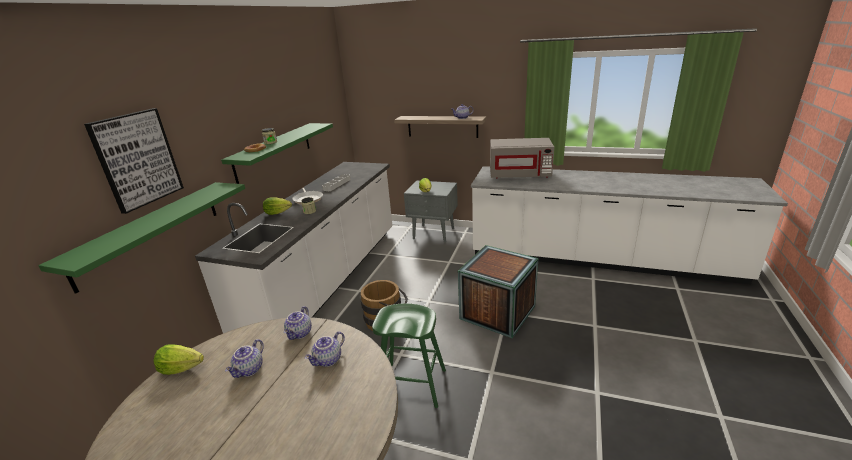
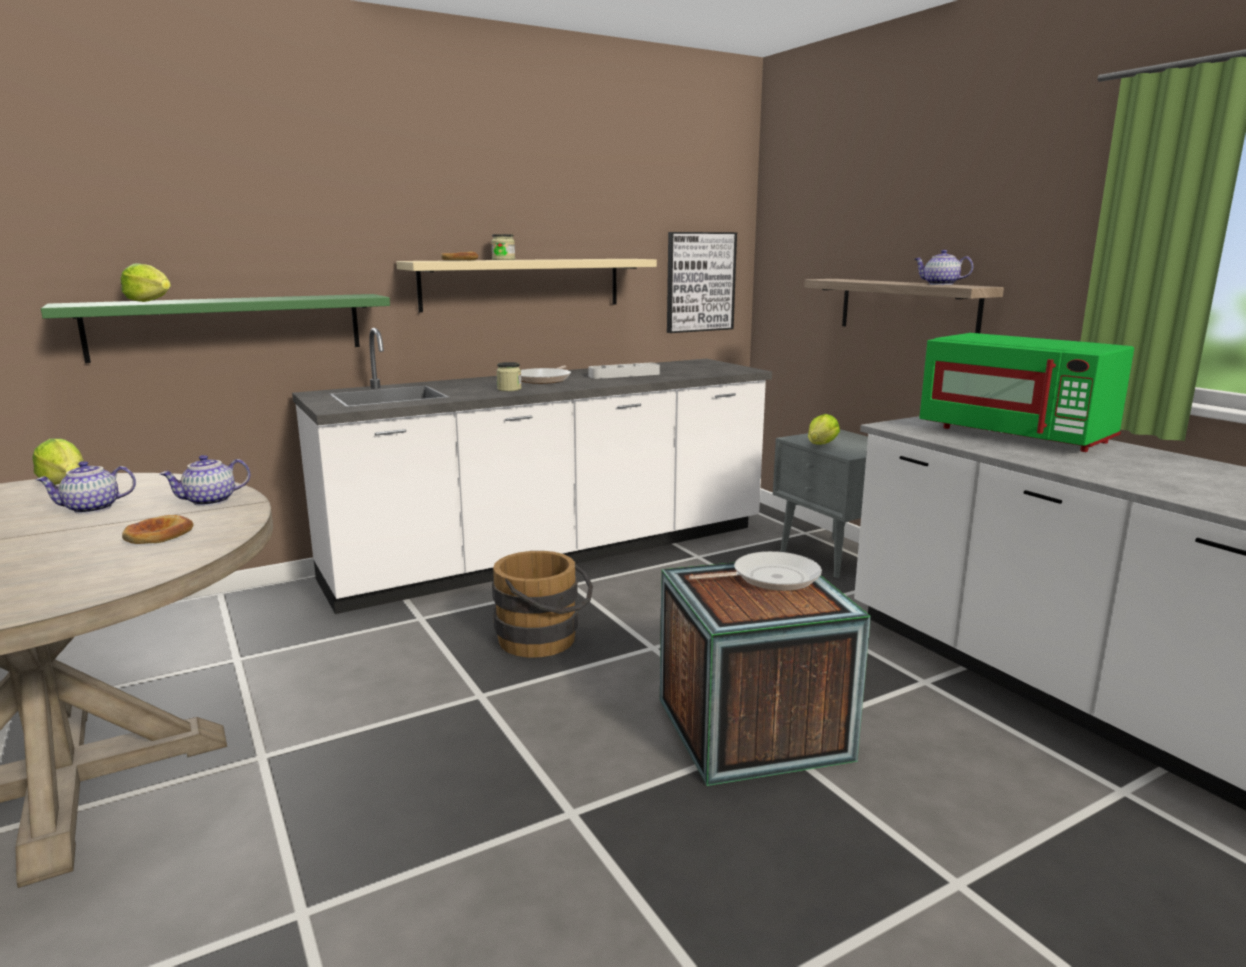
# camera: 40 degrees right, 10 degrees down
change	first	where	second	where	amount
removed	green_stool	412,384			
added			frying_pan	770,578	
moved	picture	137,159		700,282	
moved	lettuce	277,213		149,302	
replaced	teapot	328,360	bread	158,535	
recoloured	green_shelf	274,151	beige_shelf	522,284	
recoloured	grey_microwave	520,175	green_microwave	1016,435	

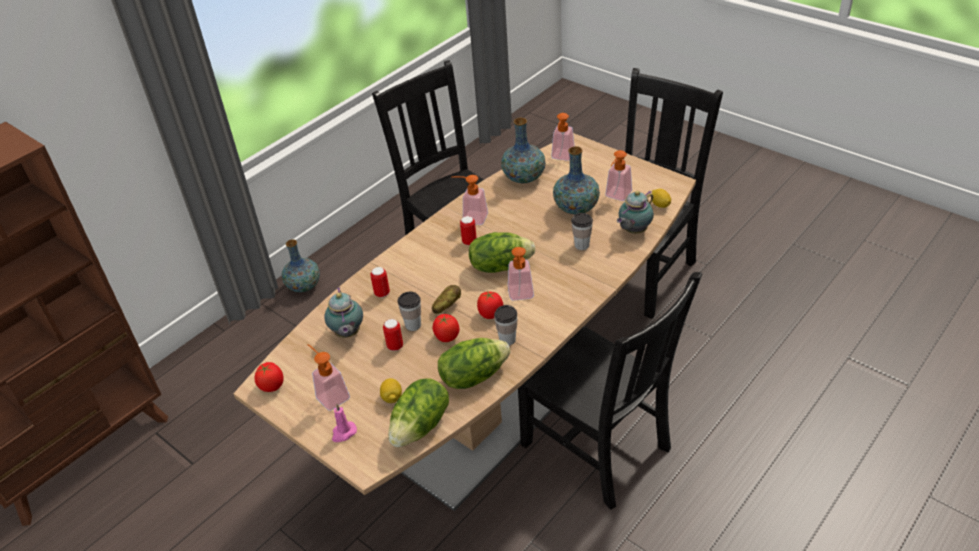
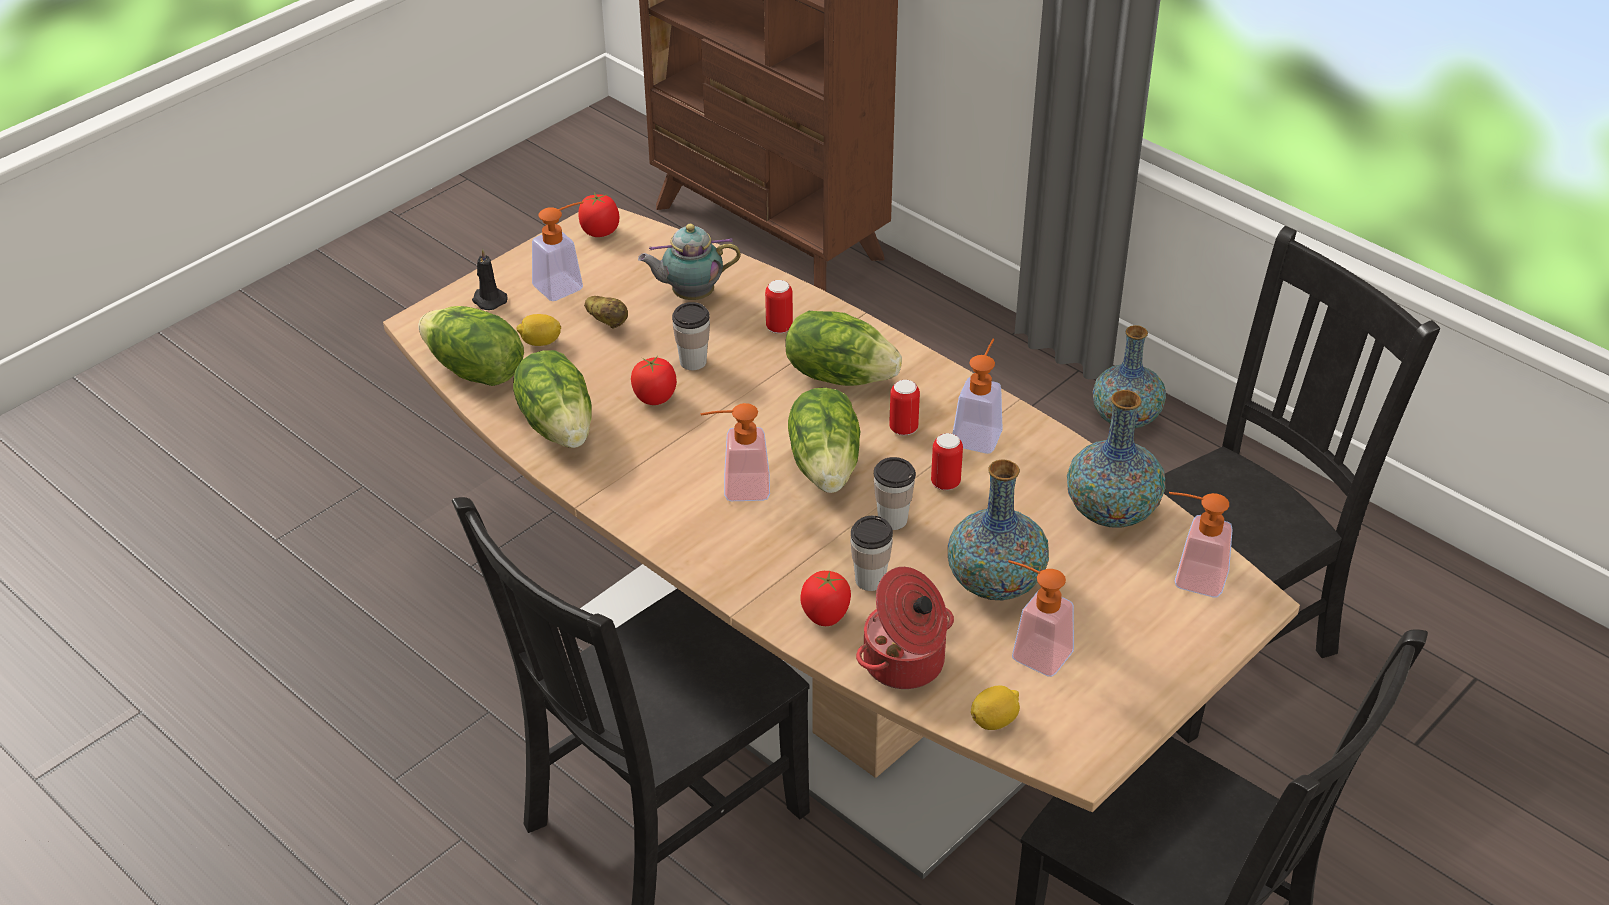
# camera: 90 degrees right, 0 degrees up
change	first	where	second	where	amount
added			lettuce	839,375	
moved	can	395,346		945,483	
moved	potato	446,306		607,322	
moved	tomato	491,314		825,615	
moved	cup	507,339		892,520	
replaced	teapot	633,231	cooking_pot	905,663	
recoloured	pink_candle	343,433	black_candle	488,300	

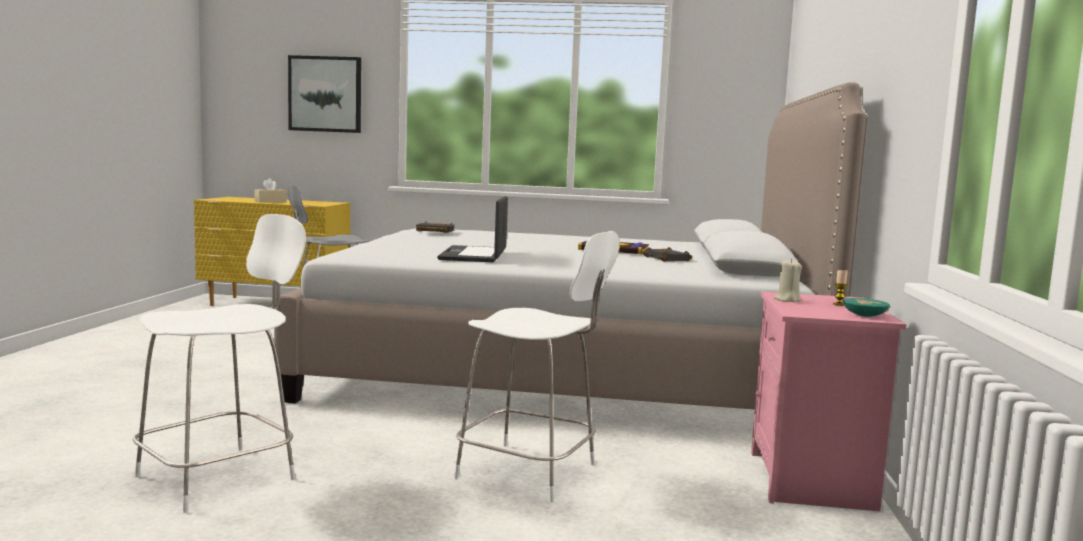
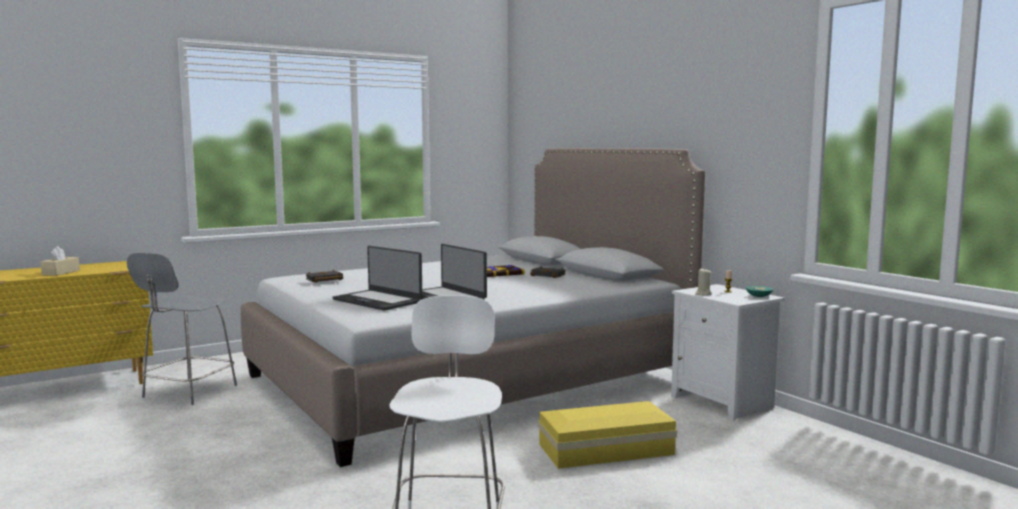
# camera: 40 degrees left, 0 degrees up
change	first	where	second	where	amount
removed	picture	325,94			
added			laptop	378,300	
replaced	white_chair	531,472	yellow_storage_box	608,449	
recoloured	pink_nightstand	813,481	white_nightstand	724,402	

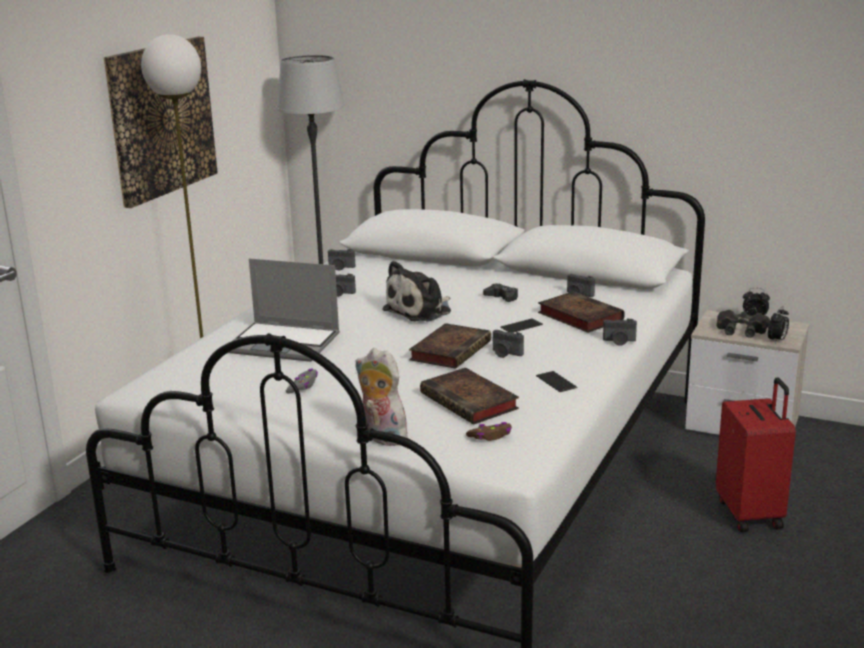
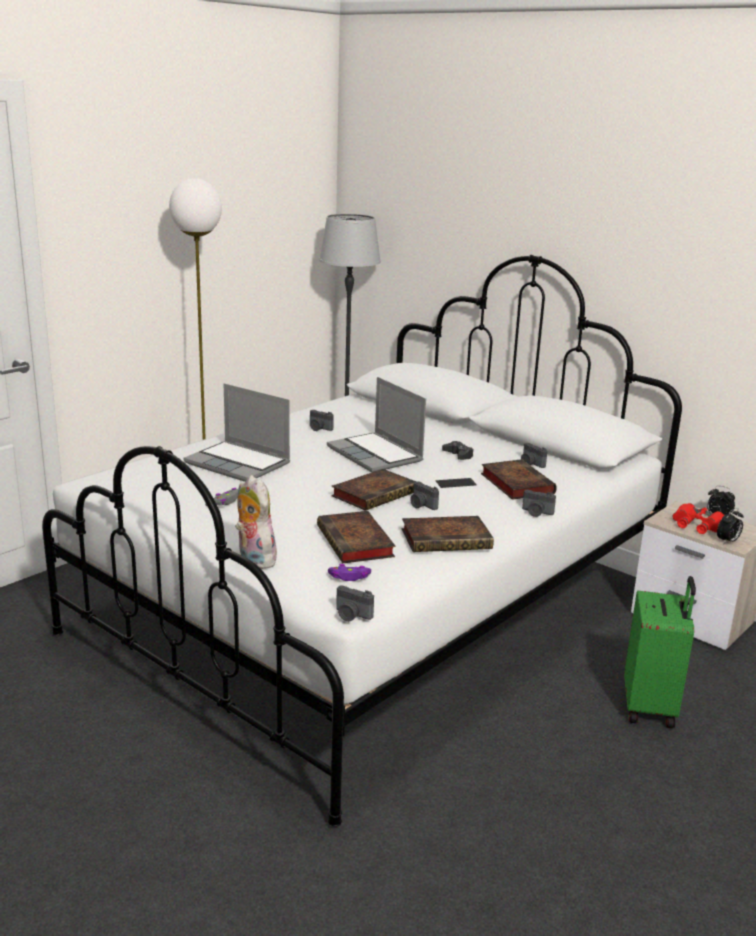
# camera: 15 degrees right, 0 degrees up
change	first	where	second	where	amount
removed	picture	161,119			
moved	photo_camera	340,267		351,615	
replaced	plush_toy	420,310	laptop	376,454	
replaced	phone	556,382	book	448,539	
recoloured	brown_game_controller	490,436	purple_game_controller	349,577	
recoloured	black_binoculars	741,329	red_binoculars	698,525	
recoloured	red_suitcase	751,514	green_suitcase	651,707	

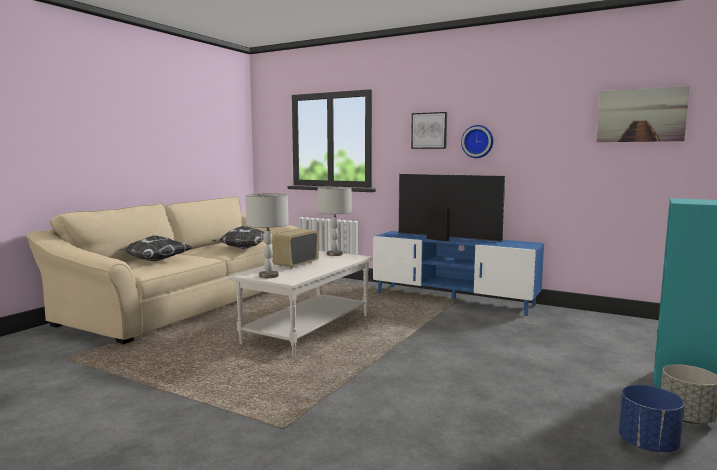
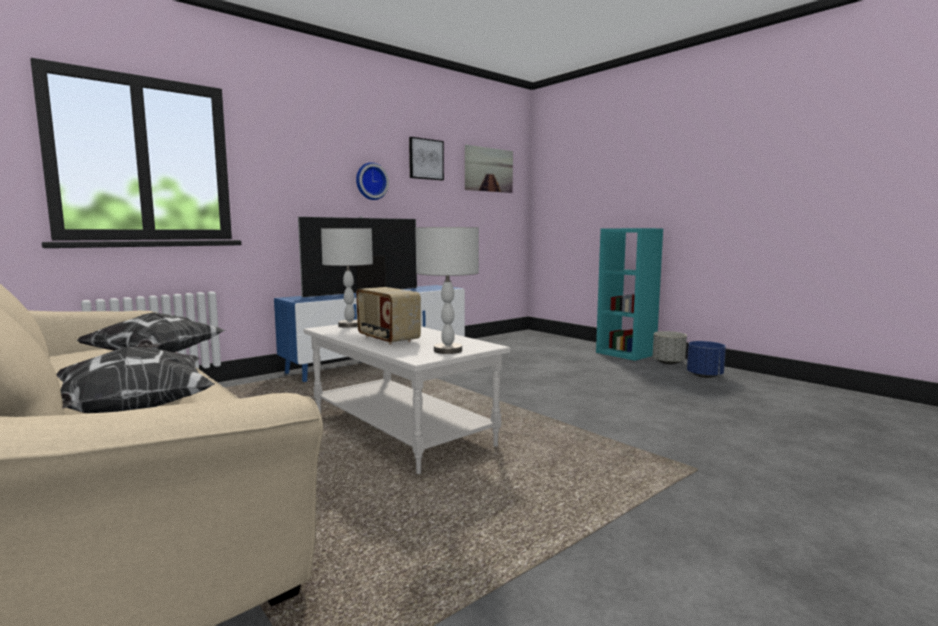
# camera: 70 degrees left, 0 degrees up
change	first	where	second	where	amount
moved	picture	429,130		425,159	

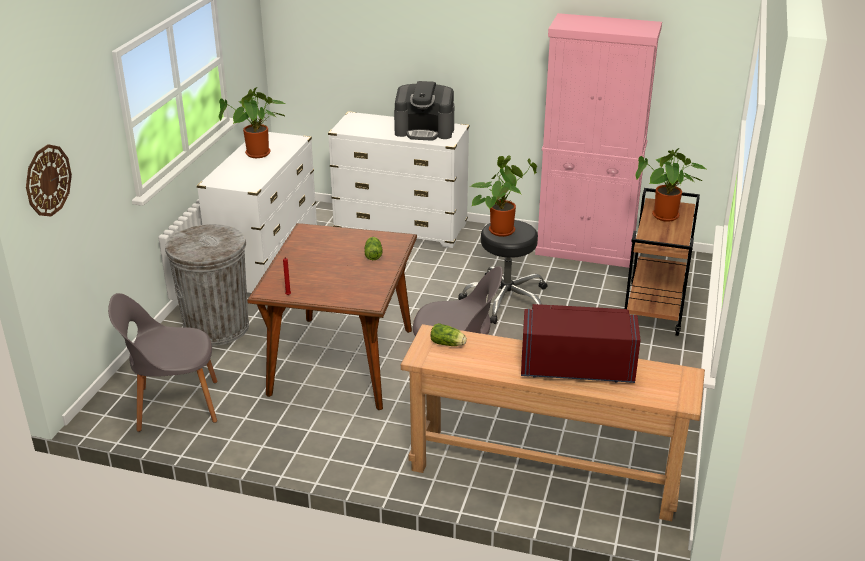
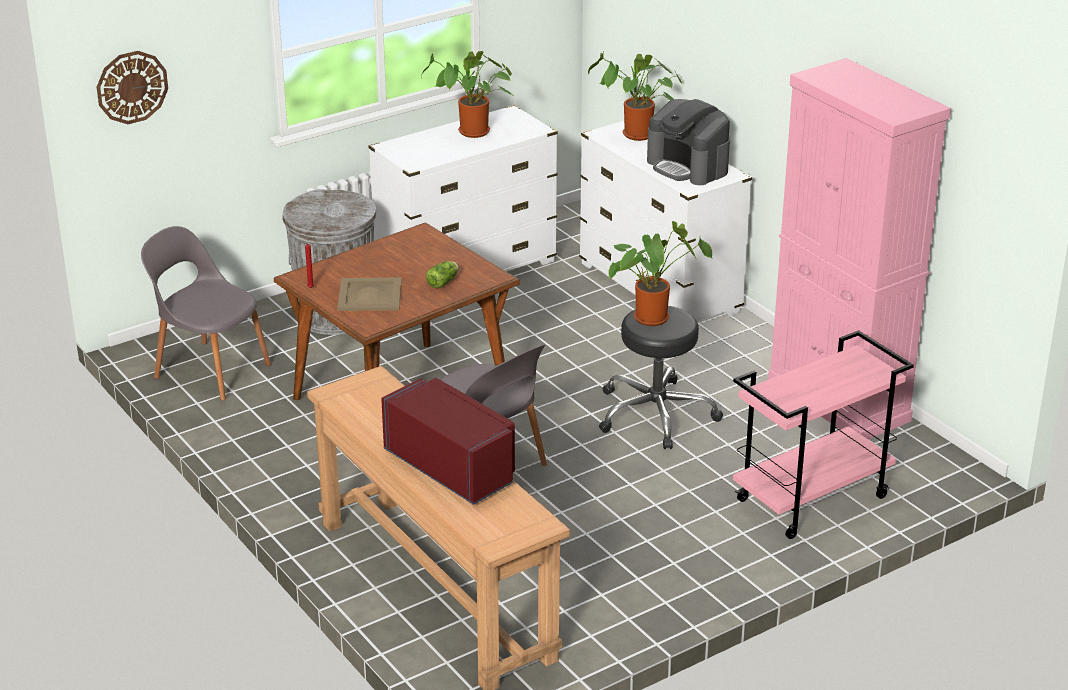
# camera: 40 degrees right, 0 degrees up
change	first	where	second	where	amount
removed	lettuce	448,344			
added			beige_tray	370,295	
moved	potted_plant	665,218		635,136	
recoloured	brown_cart	655,309	pink_cart	811,500	

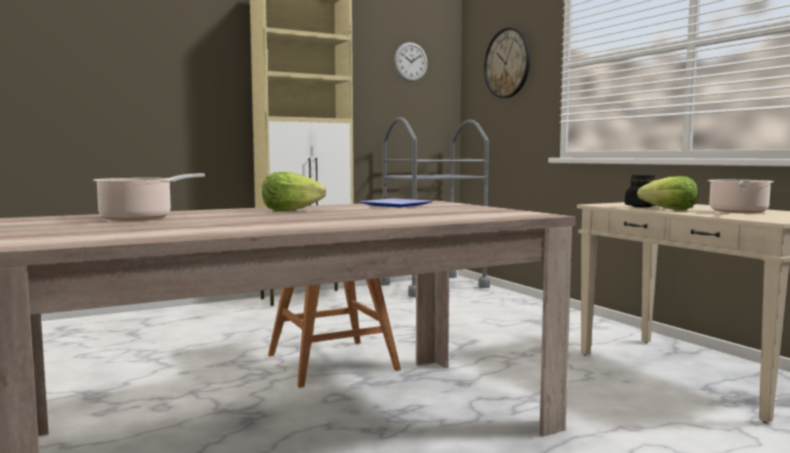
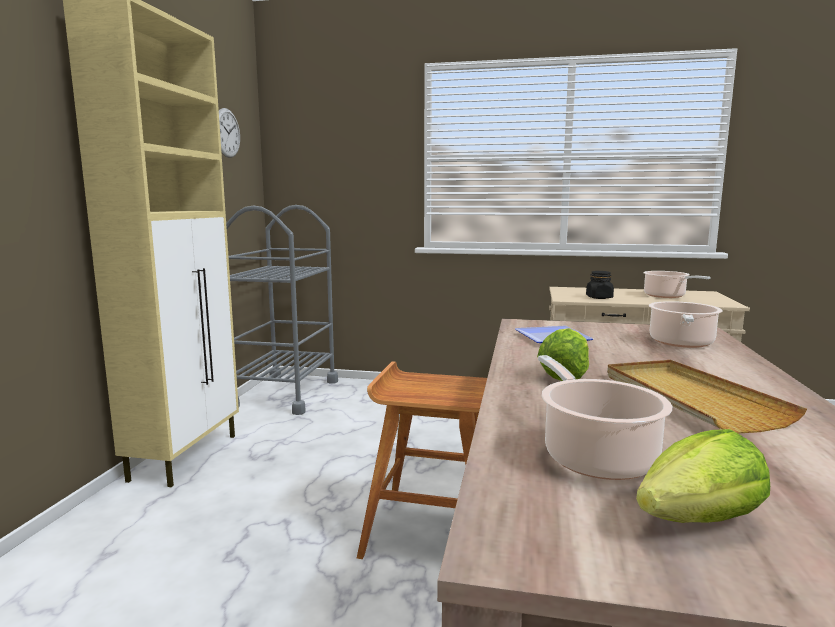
# camera: 50 degrees left, 5 degrees up
change	first	where	second	where	amount
removed	wall_clock	507,63			
added			beige_tray	690,398	
added			cooking_pot	681,343	
moved	lettuce	670,210		700,521	

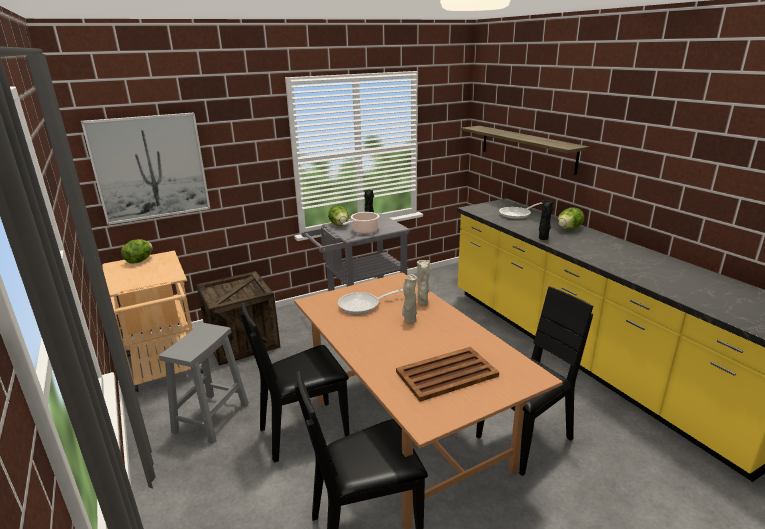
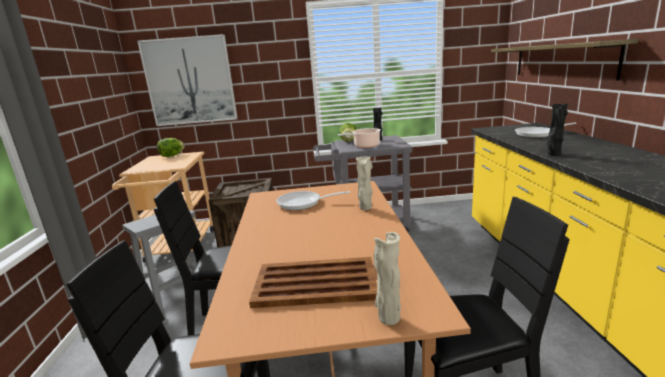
# camera: 25 degrees right, 5 degrees down
change	first	where	second	where	amount
removed	lettuce	568,229			
moved	beige_vase	409,320		388,318	

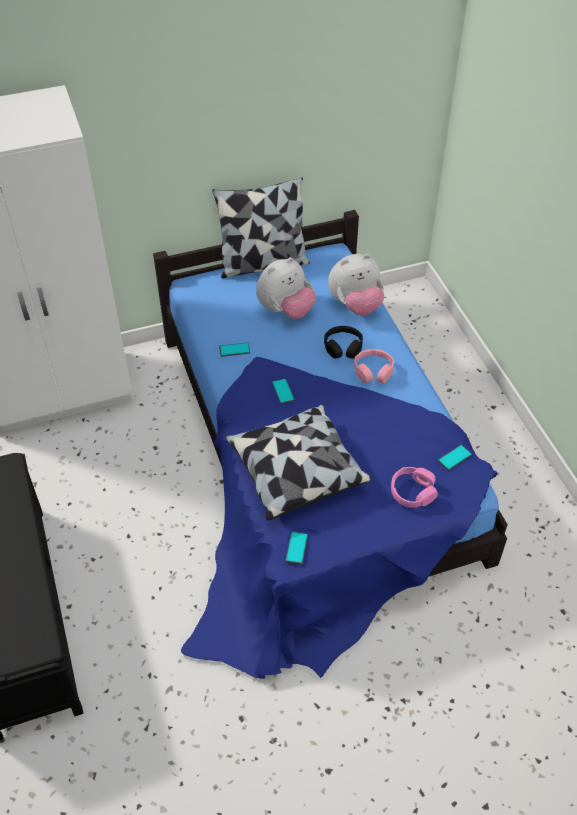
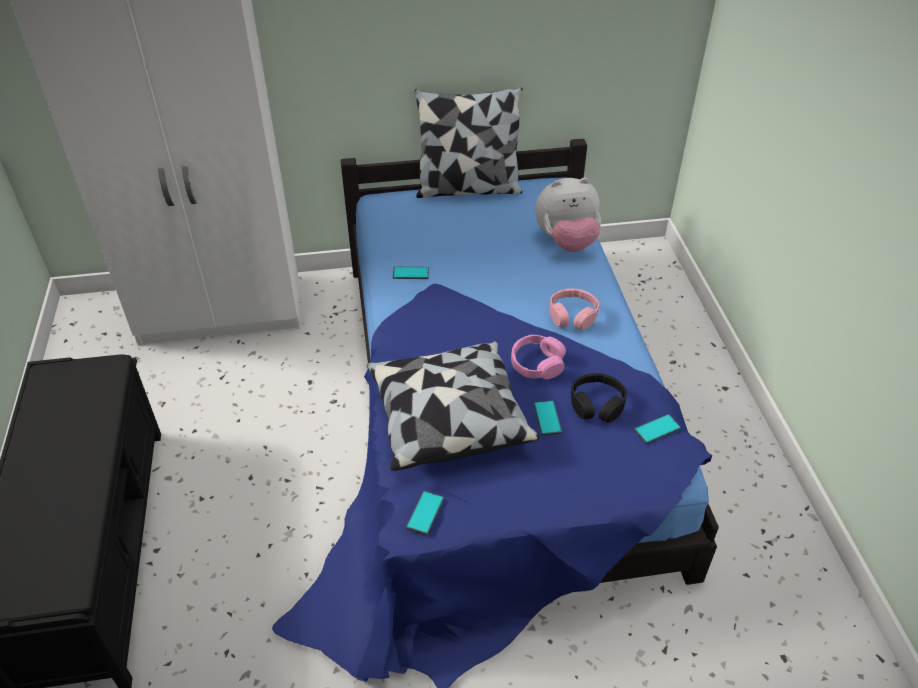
# camera: 10 degrees right, 5 degrees down
change	first	where	second	where	amount
removed	plush_toy	286,310			
moved	phone	283,391		547,418	
moved	black_headphones	343,347		597,404	
moved	pink_headphones	412,492		537,364	

